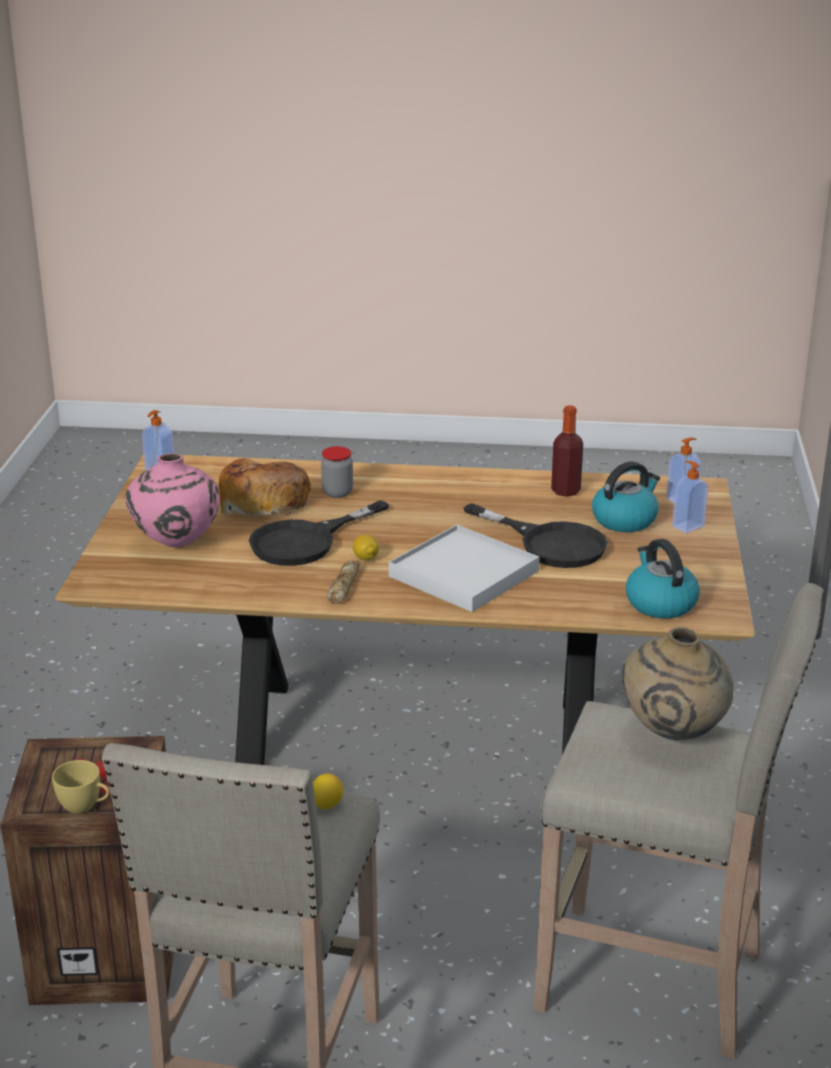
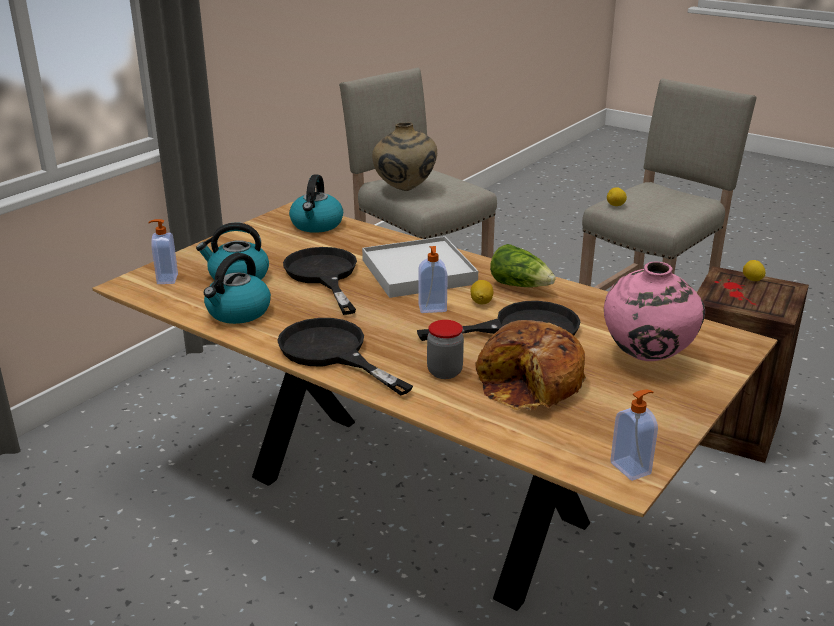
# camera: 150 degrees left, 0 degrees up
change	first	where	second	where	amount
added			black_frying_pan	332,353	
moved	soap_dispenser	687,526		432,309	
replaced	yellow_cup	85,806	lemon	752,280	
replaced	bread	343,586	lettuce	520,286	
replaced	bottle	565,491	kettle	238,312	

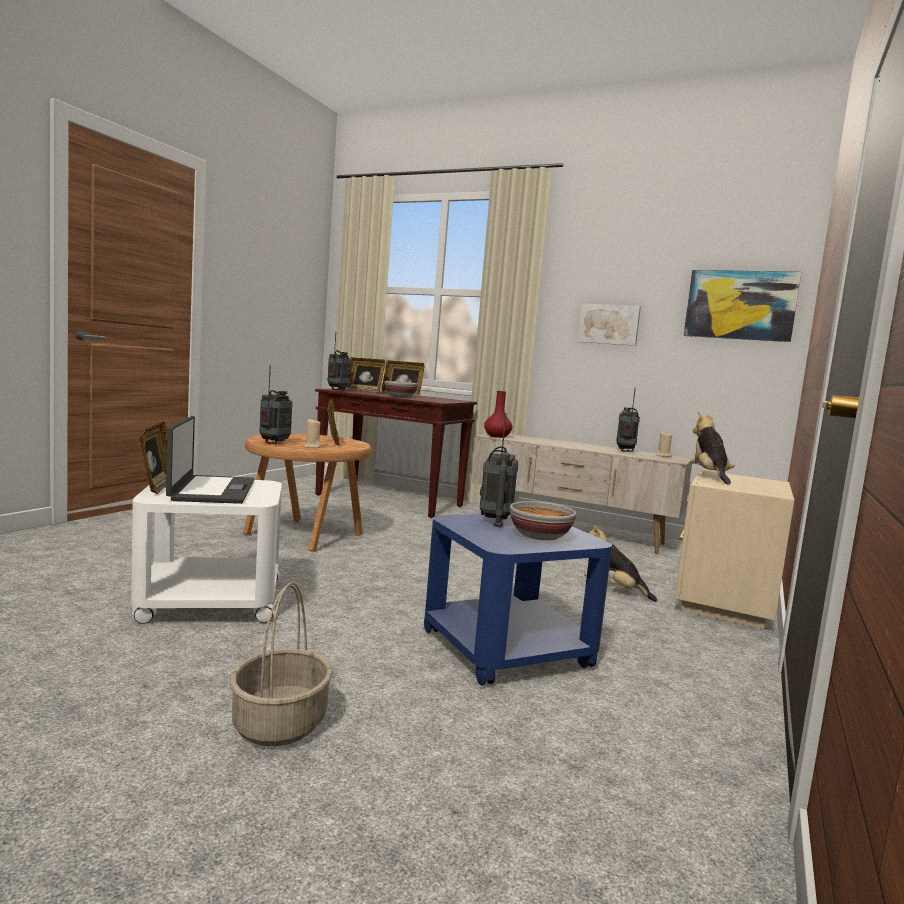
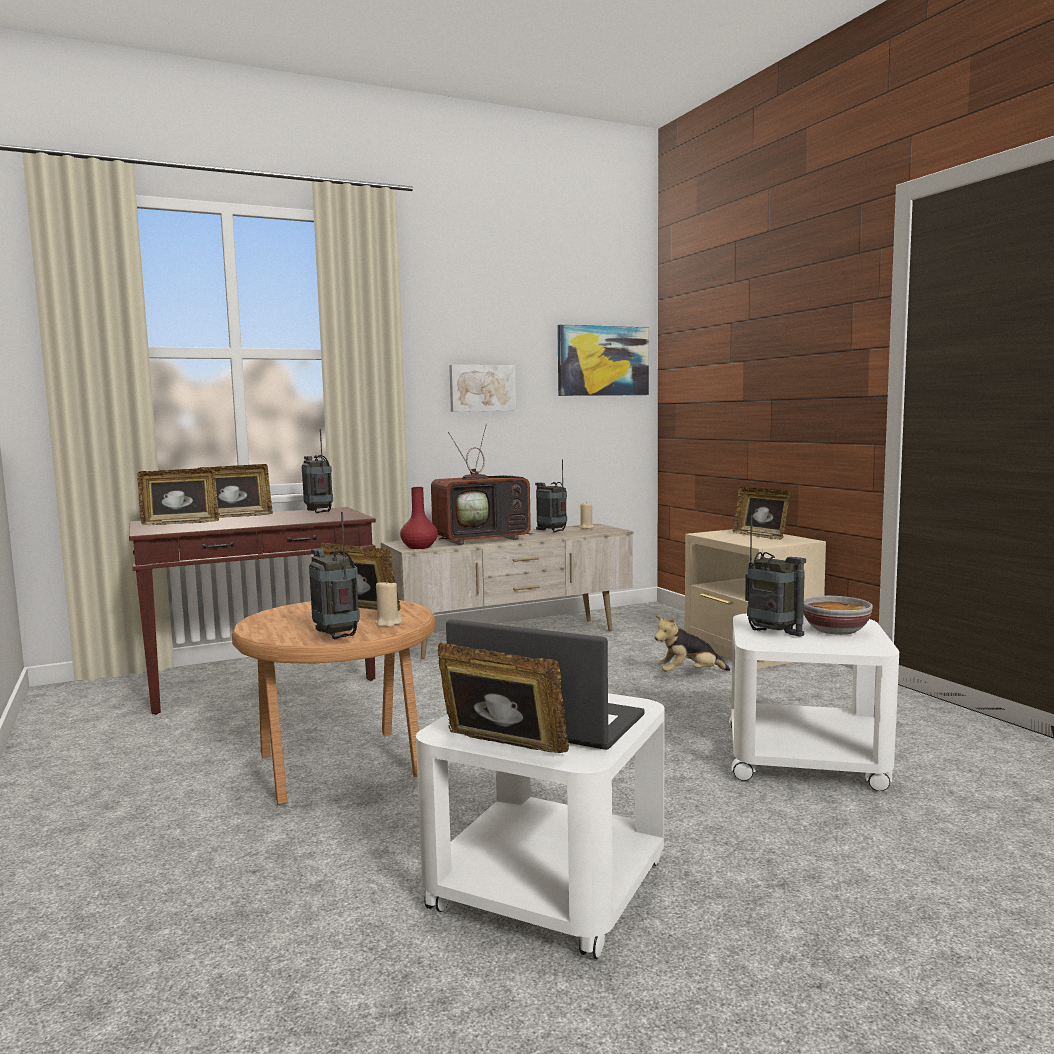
# camera: 50 degrees left, 0 degrees up
change	first	where	second	where	amount
removed	basket	280,724			
removed	bowl	400,396			
removed	plush_toy	709,476			
added			television	483,539	
added			picture_frame	761,536	
moved	radio	338,390		319,512	
recoloured	blue_side_table	507,649	white_side_table	806,757	

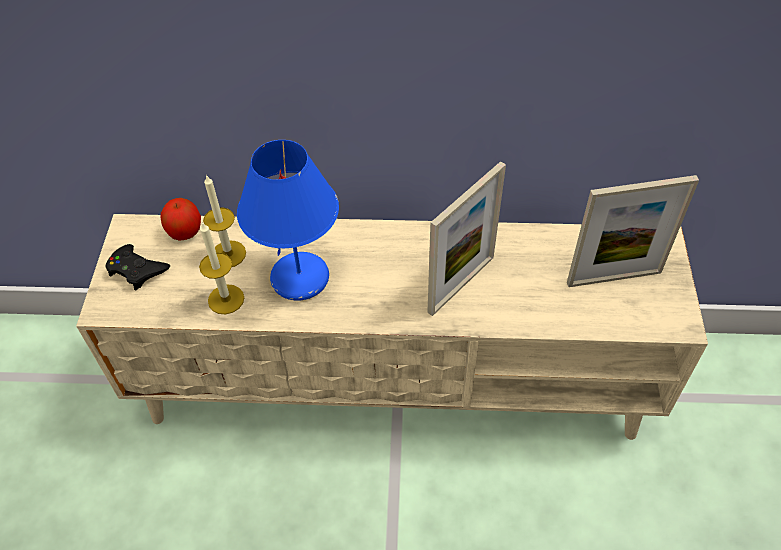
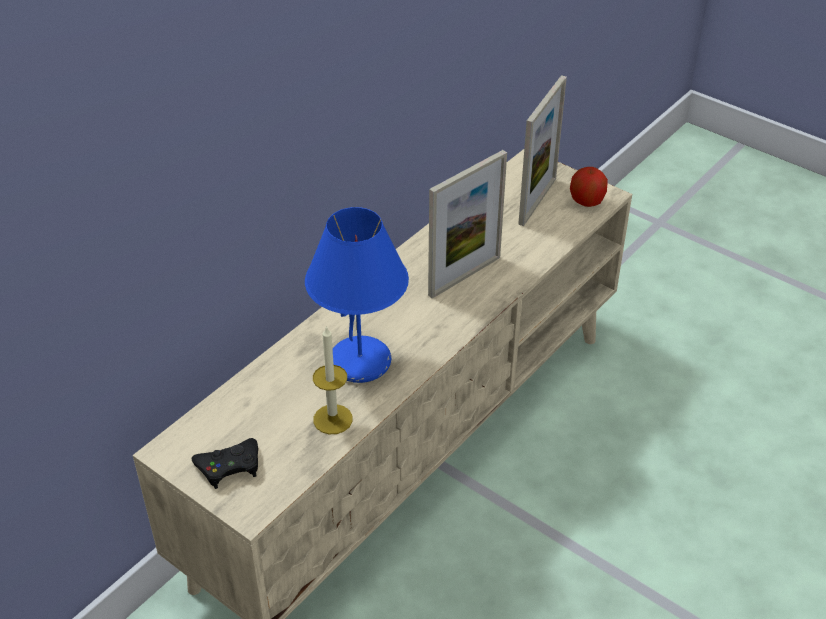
# camera: 55 degrees left, 10 degrees down
change	first	where	second	where	amount
removed	candle	228,254			
moved	apple	185,232		586,202	
turned	picture_frame	461,284		464,276	60 degrees clockwise

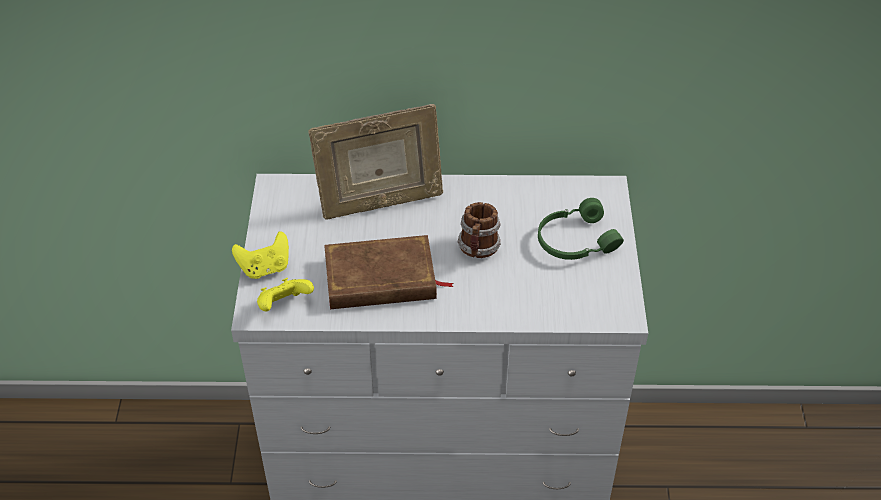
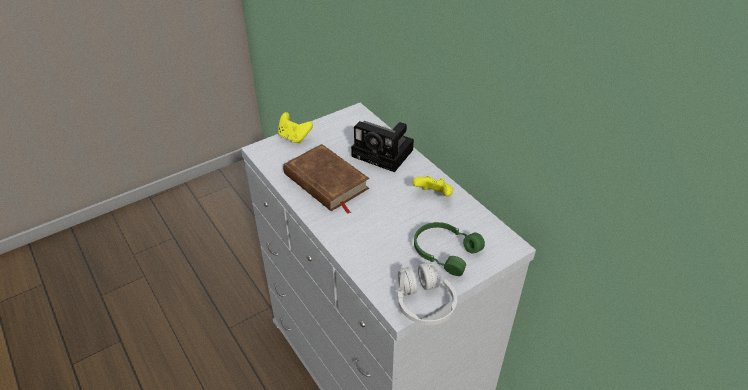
# camera: 55 degrees right, 5 degrees down
change	first	where	second	where	amount
removed	mug	478,249			
added			white_headphones	424,303	
moved	yellow_game_controller	284,305		433,195	
replaced	picture_frame	380,203	photo_camera	385,153	

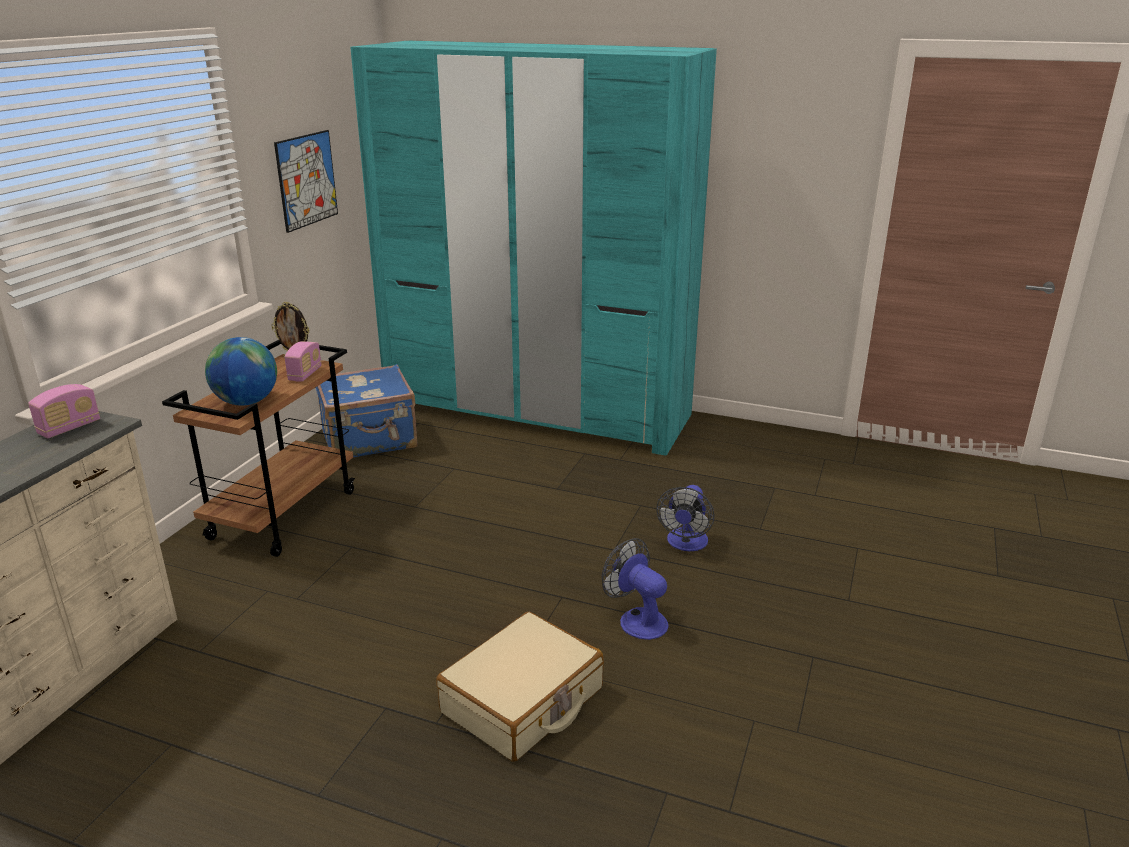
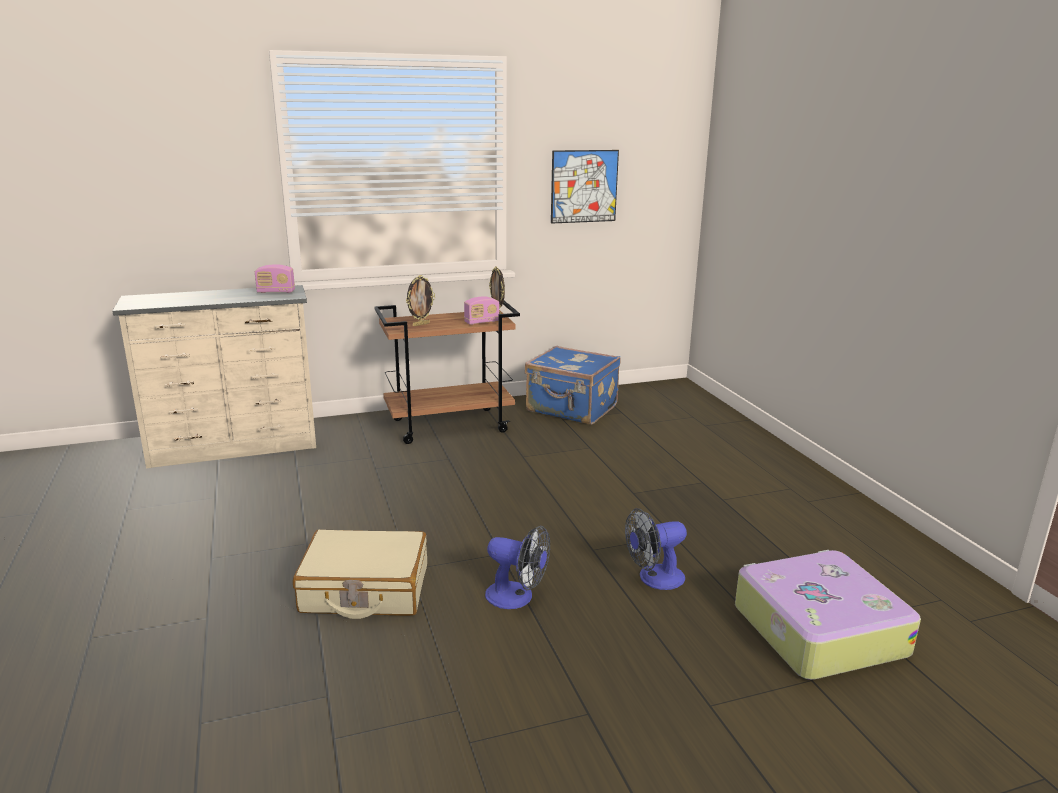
# camera: 50 degrees right, 5 degrees down
change	first	where	second	where	amount
removed	turquoise_wardrobe	537,410			
added			suitcase	816,629	
replaced	globe	246,402	picture_frame	421,324	
turned	fan	637,619		517,597	105 degrees clockwise

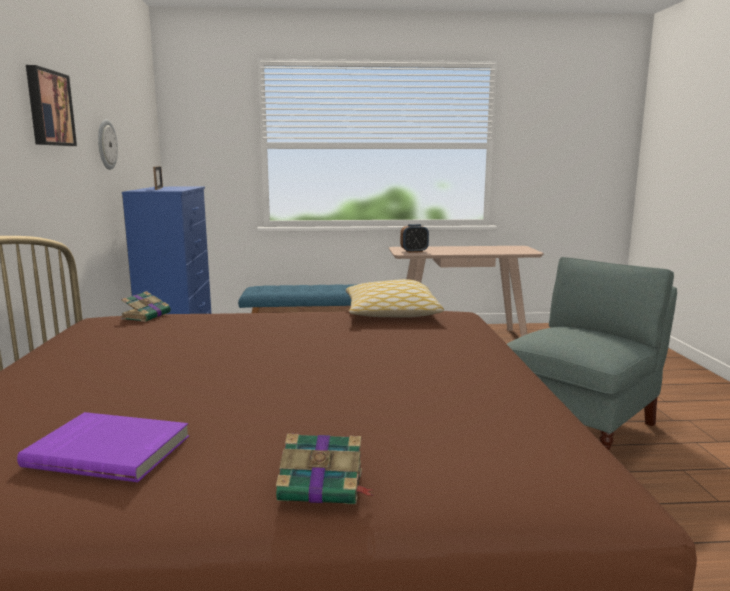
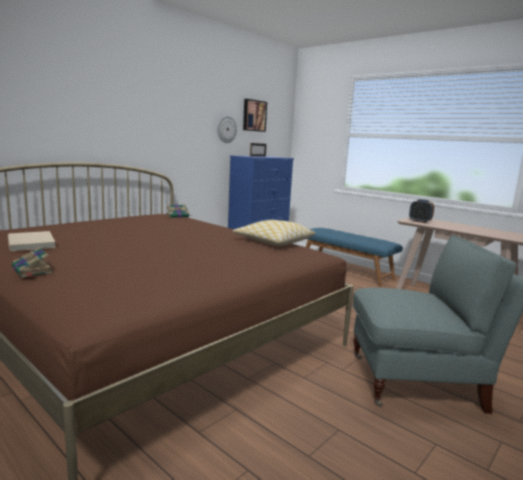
# camera: 45 degrees right, 0 degrees up
change	first	where	second	where	amount
moved	picture	48,108		254,115	
recoloured	purple_book	110,450	beige_book	32,243	

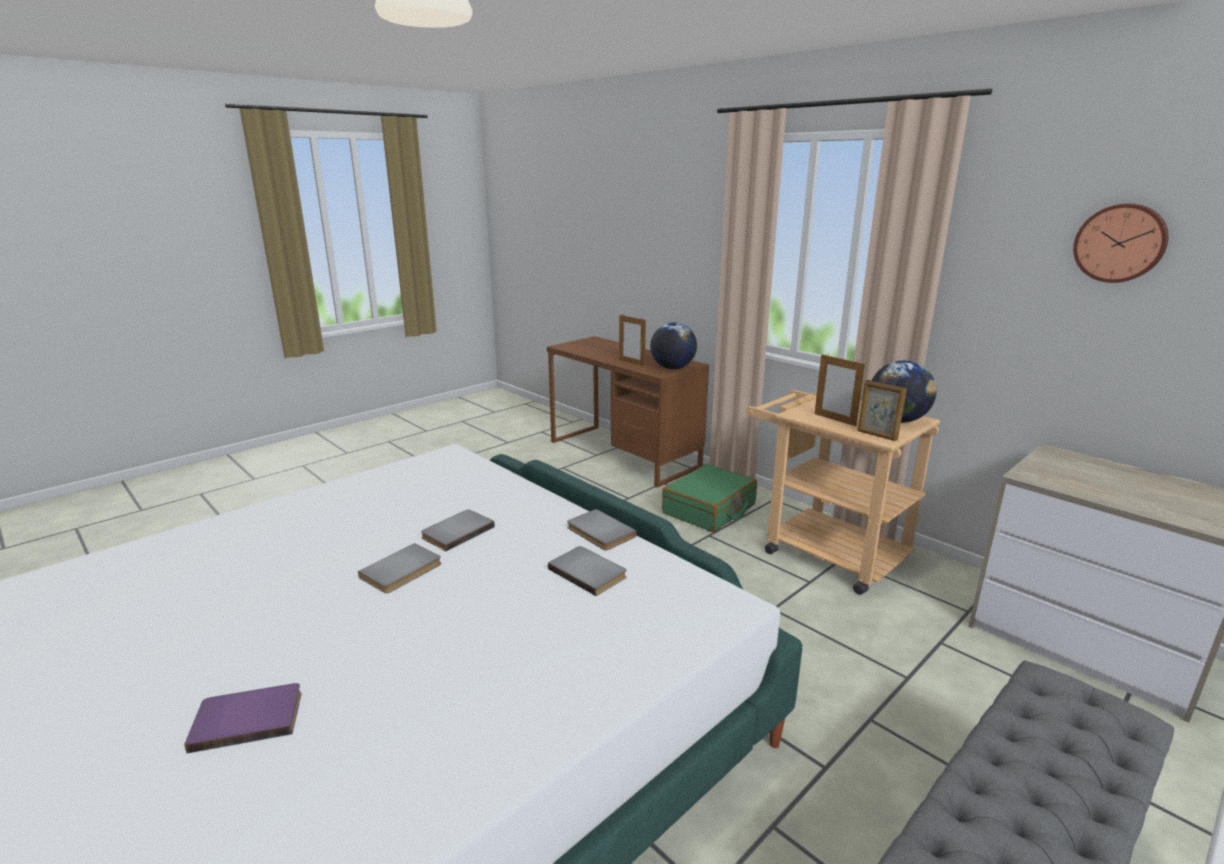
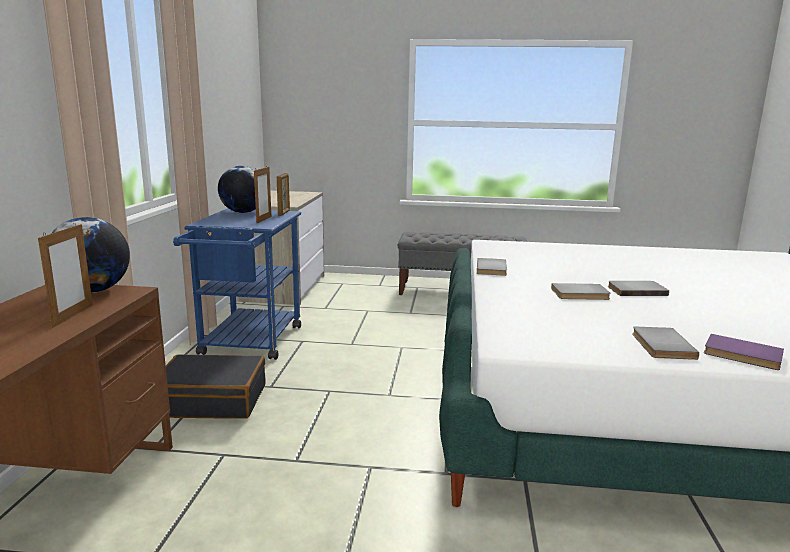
# camera: 130 degrees left, 5 degrees down
change	first	where	second	where	amount
removed	wall_clock	1120,243			
moved	purple_book	248,718		742,355	
moved	grey_book	589,572		660,345	
recoloured	green_suitcase	709,509	black_suitcase	212,400	
recoloured	beige_cart	824,551	blue_cart	248,344	

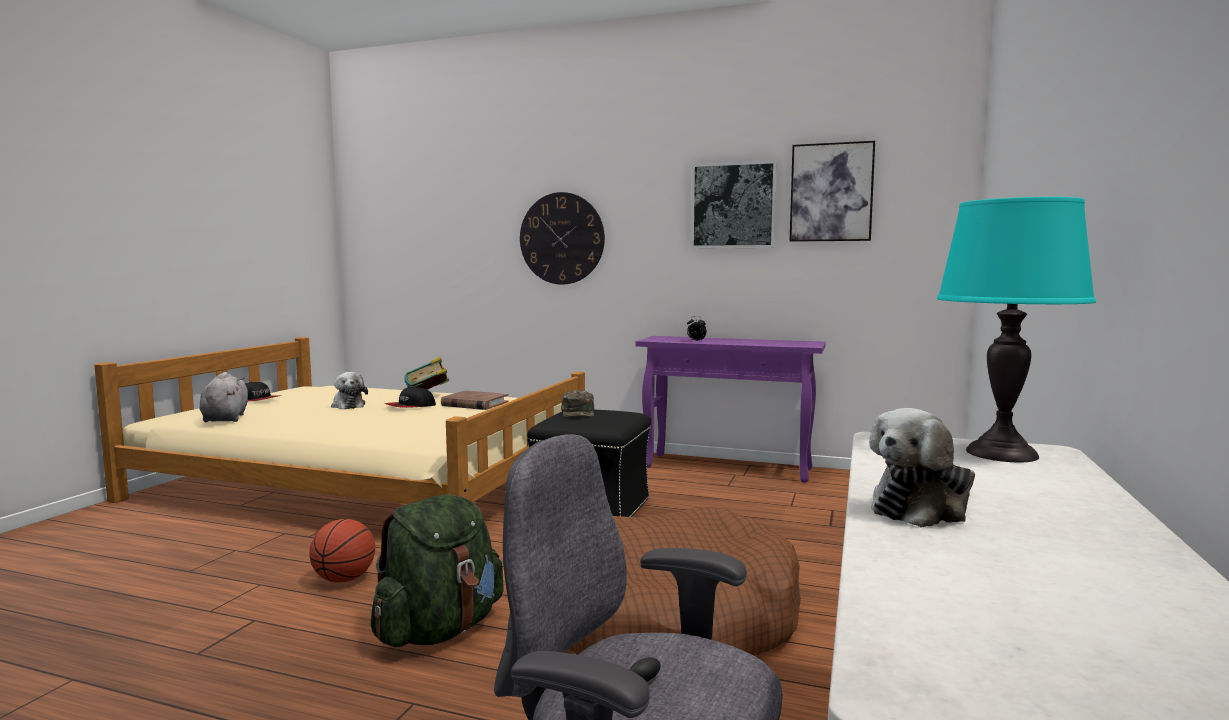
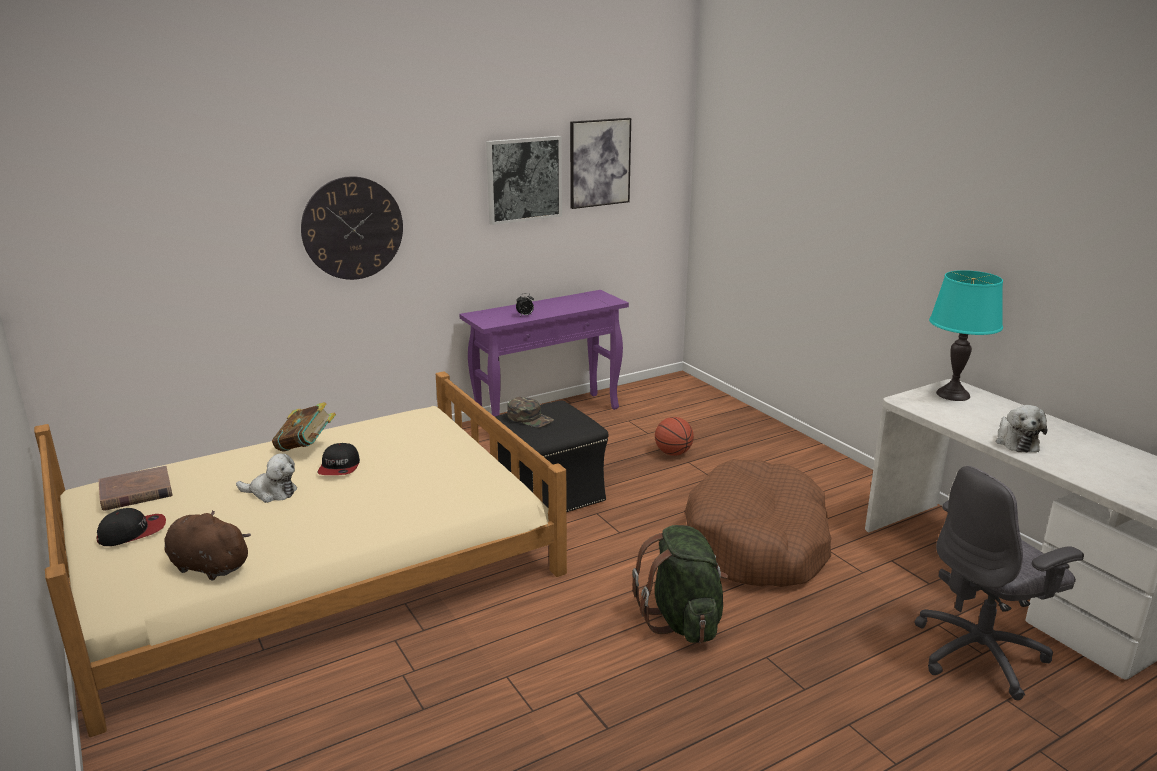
# camera: 50 degrees left, 15 degrees up
change	first	where	second	where	amount
moved	basketball	344,579		673,453	
moved	brown_book	474,404		136,492	
recoloured	grey_plush_toy	226,418	brown_plush_toy	207,566	

